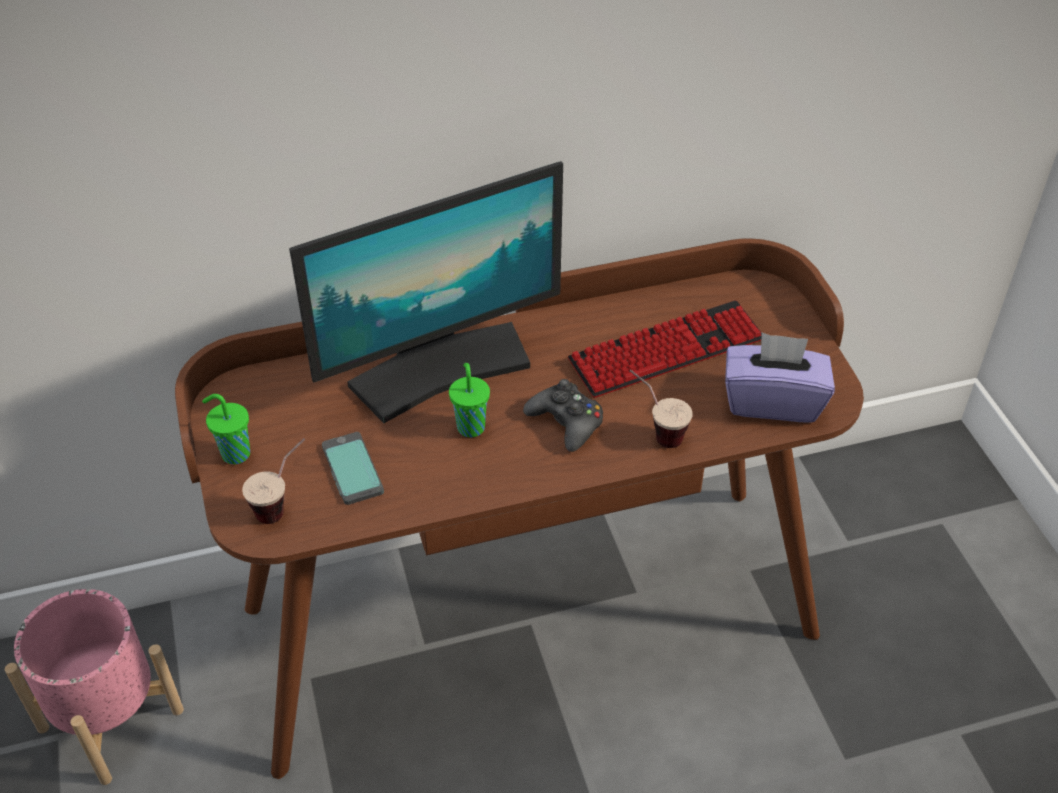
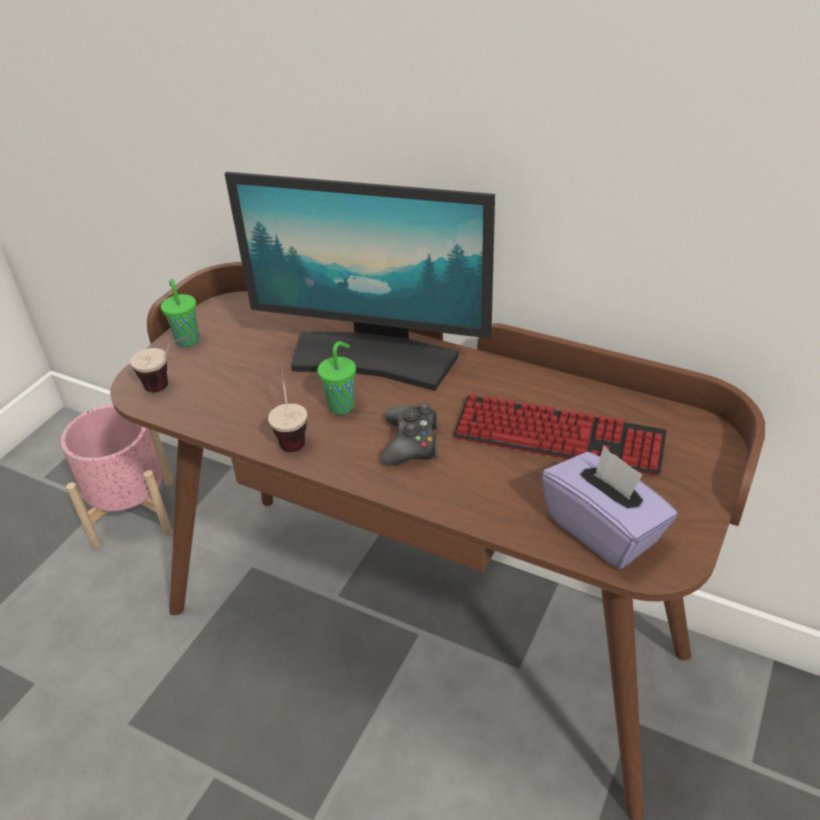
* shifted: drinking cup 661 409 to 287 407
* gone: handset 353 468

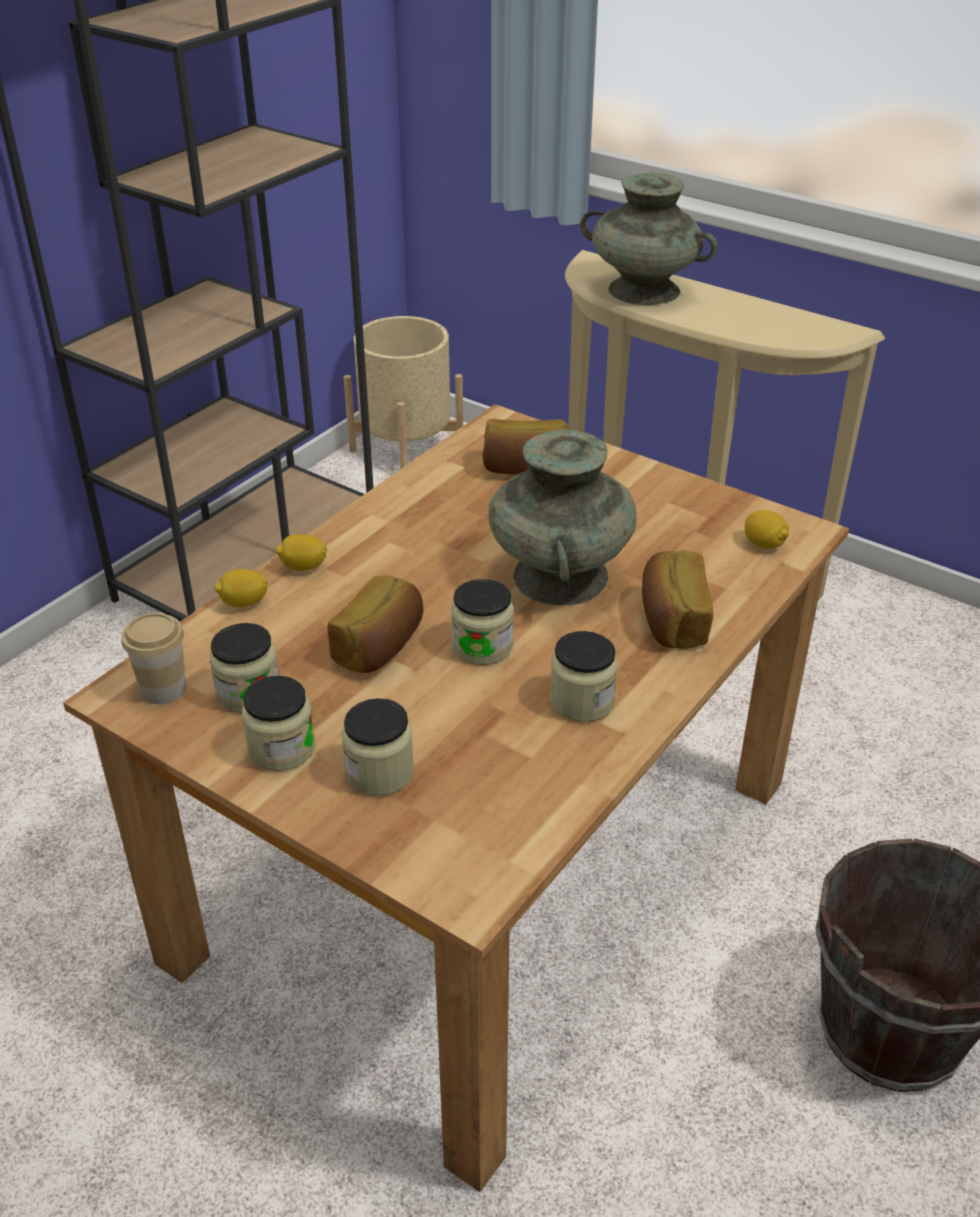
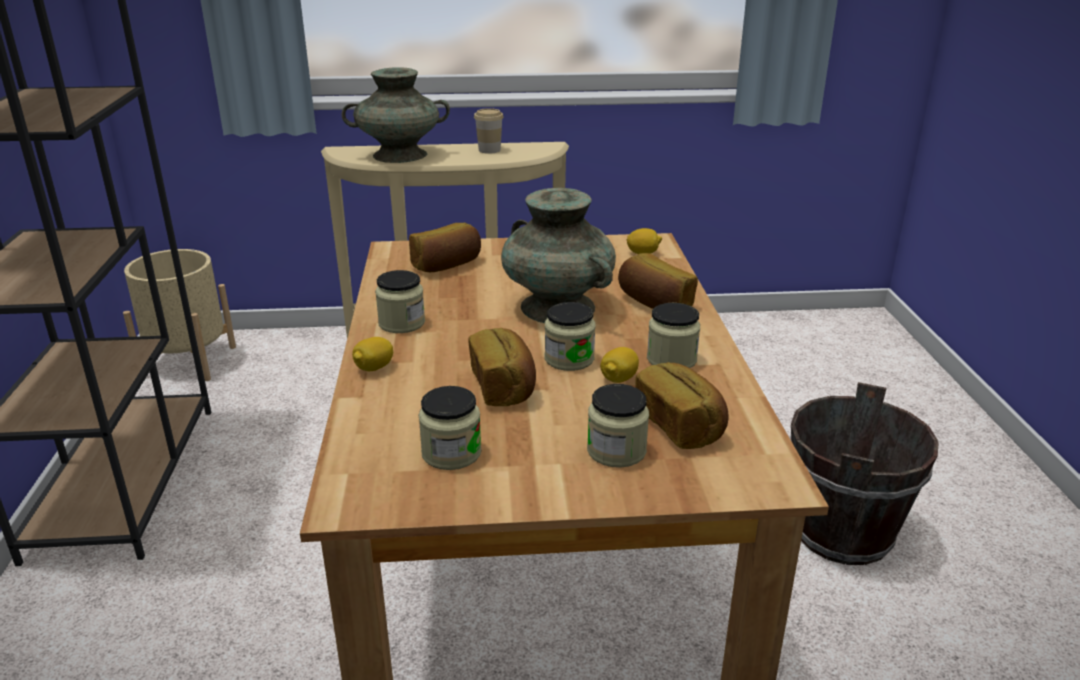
* shifted: preserve jar 278 723 to 400 301
* shifted: drinking cup 153 658 to 489 131
* shifted: whole lemon 241 588 to 619 365
* new: baked bread 682 405

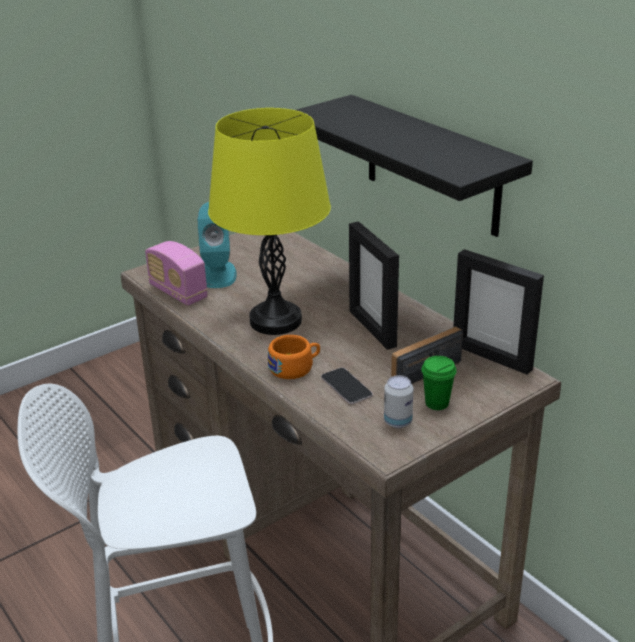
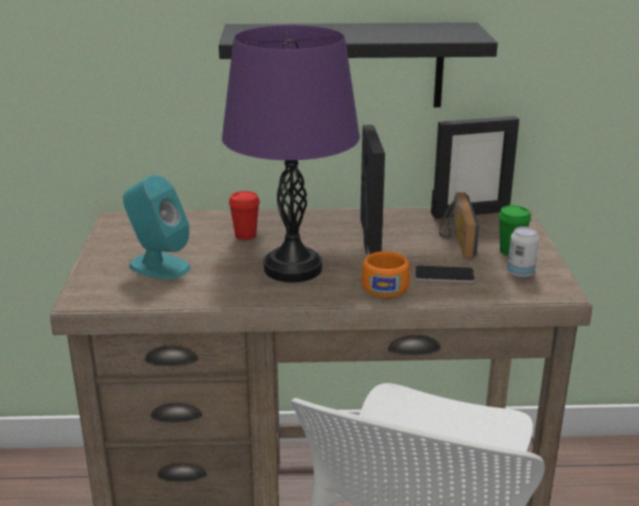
* repainted: tabletop lamp (yellow-coloured) 269 221 to tabletop lamp (purple-coloured) 291 153
* new: drinking cup (reddish) 244 215
* rotated: picture frame 374 285 = 372 189 105 degrees counterclockwise
* gone: radio set 176 273

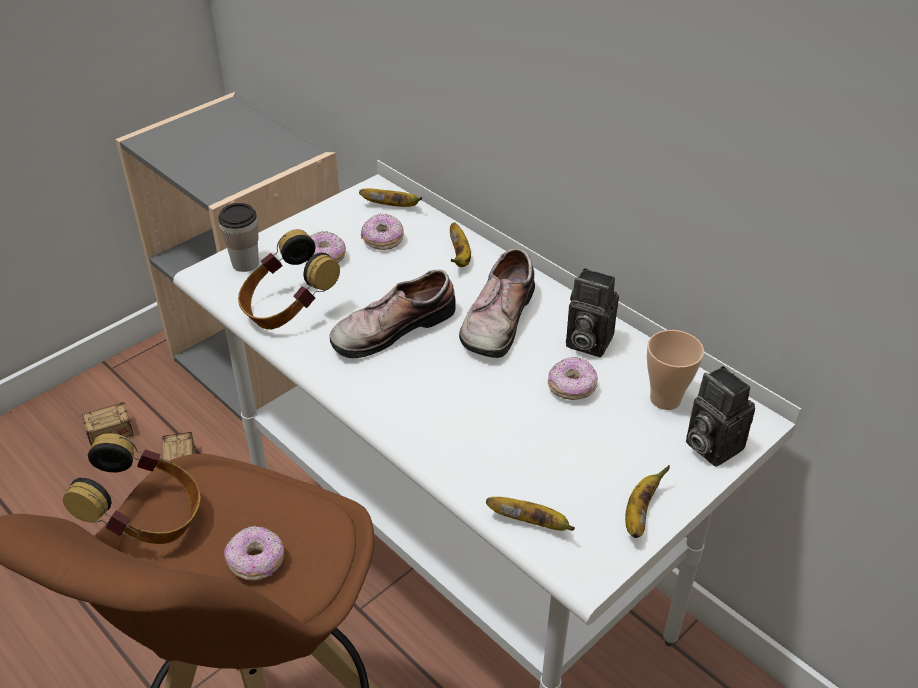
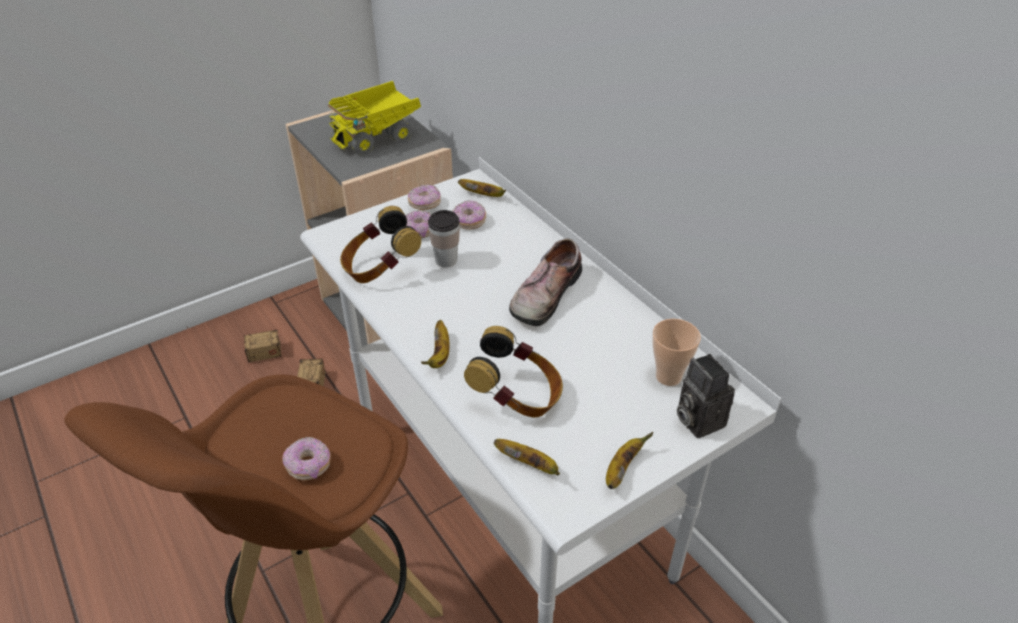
* new: toy truck 374 118
* shifted: doughnut 573 378 to 424 197
* shifted: whole banana 460 244 to 435 344
* shifted: drinking cup 238 237 to 444 238
* shifted: headphones 132 488 to 513 371
* gone: shoe 393 313
* gone: still camera 592 312

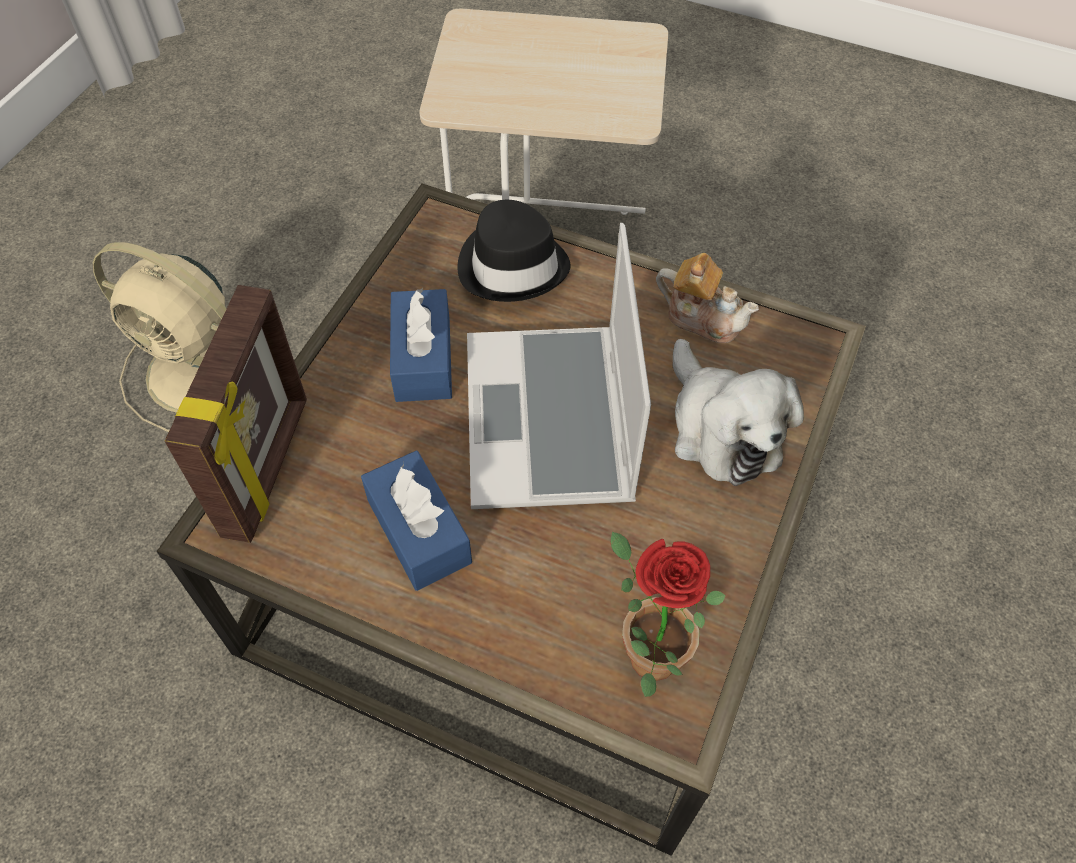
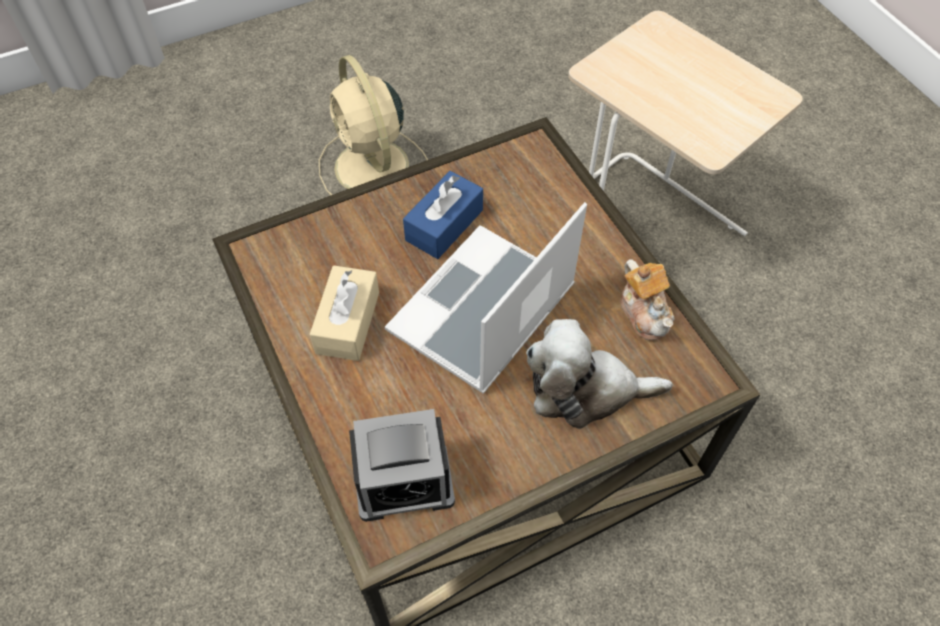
* repainted: tissue holder (blue) 416 520 to tissue holder (beige) 344 313
* swapped: houseplant 668 614 to alarm clock 402 465
* rotated: cuddly toy 738 412 = 599 374 75 degrees clockwise
* gone: picture frame 236 414
* gone: wearable hat (black) 514 251

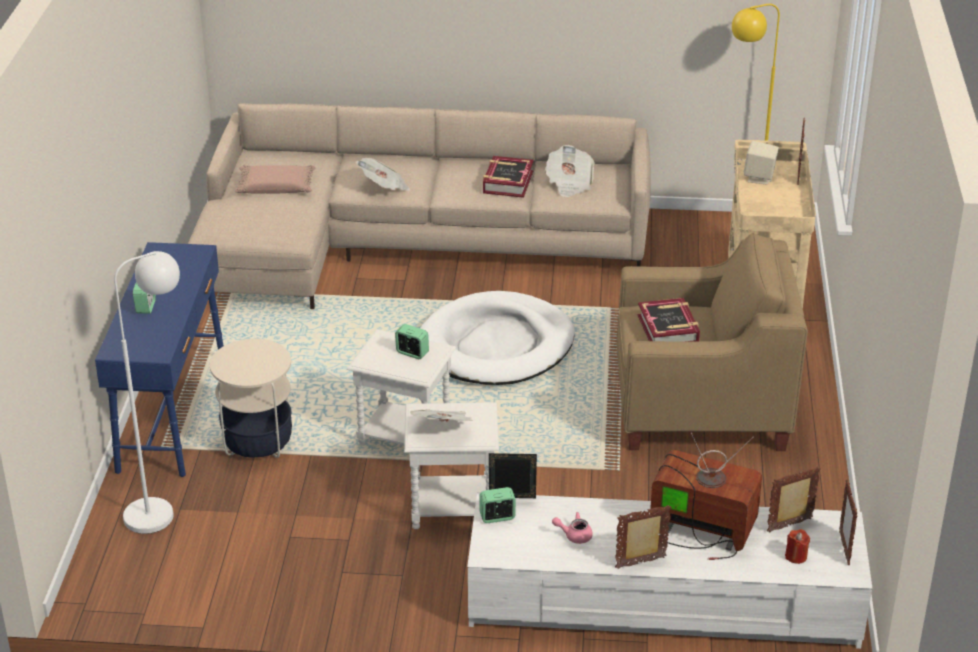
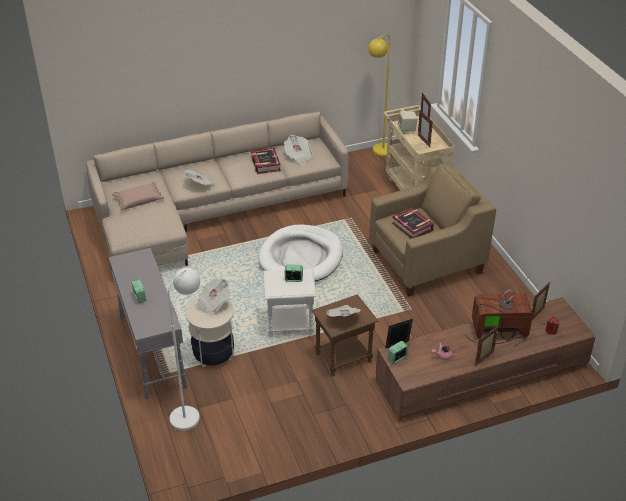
* repainted: console table (blue) 159 359 to console table (grey) 148 323
* new: daily paper 212 296
* repainted: accent table (whitish) 451 465 to accent table (brownish) 345 335
* repainted: media console (whitish) 670 570 to media console (brownish) 486 359
* shifted: picture frame 848 522 to 425 128

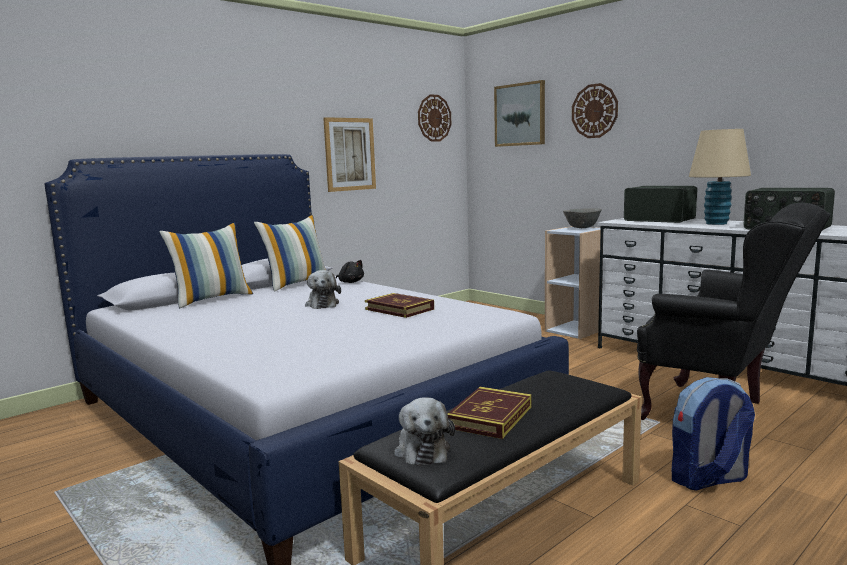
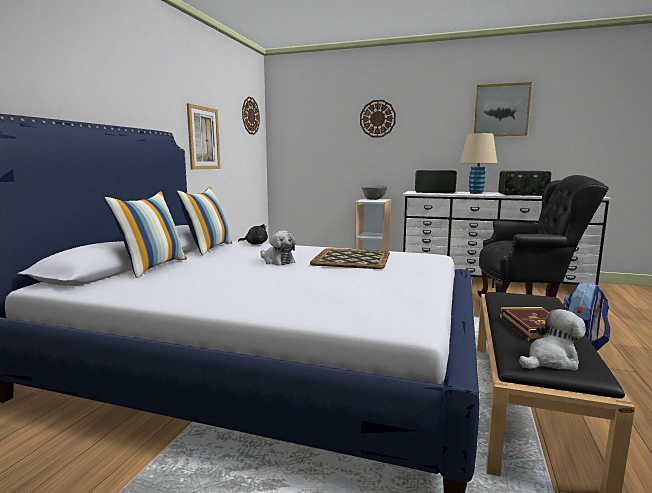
* swapped: book 399 305 to serving tray 350 258
* shifted: picture 519 113 to 503 109
* rotated: cuddly toy 424 431 = 552 340 75 degrees counterclockwise

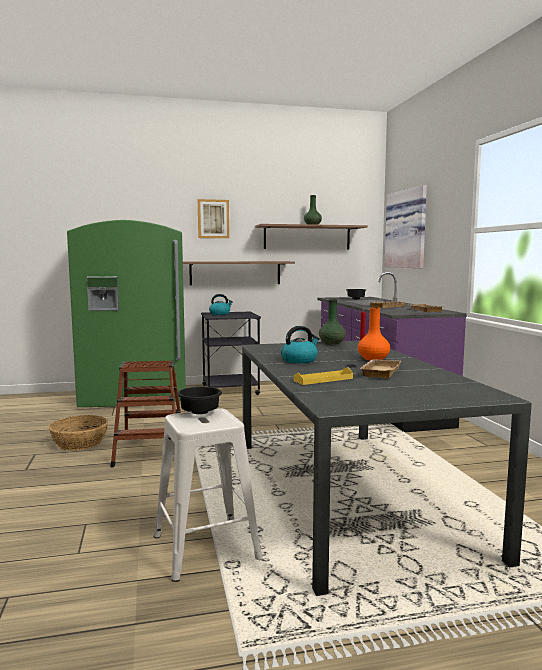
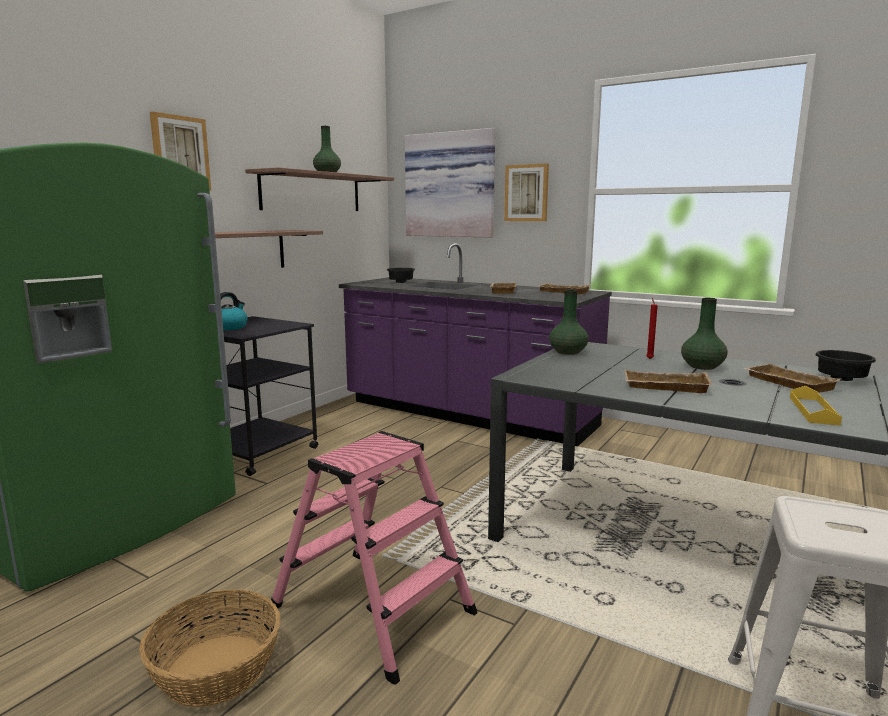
* repainted: step stool (brownish) 145 414 to step stool (pink) 374 558
* new: picture 526 192
* swapped: water kettle 300 344 to serving tray (beige) 668 381
* repainted: decorative vase (orange) 374 334 to decorative vase (green-coloured) 704 334
* shifted: serving bowl (black) 199 400 to 845 365

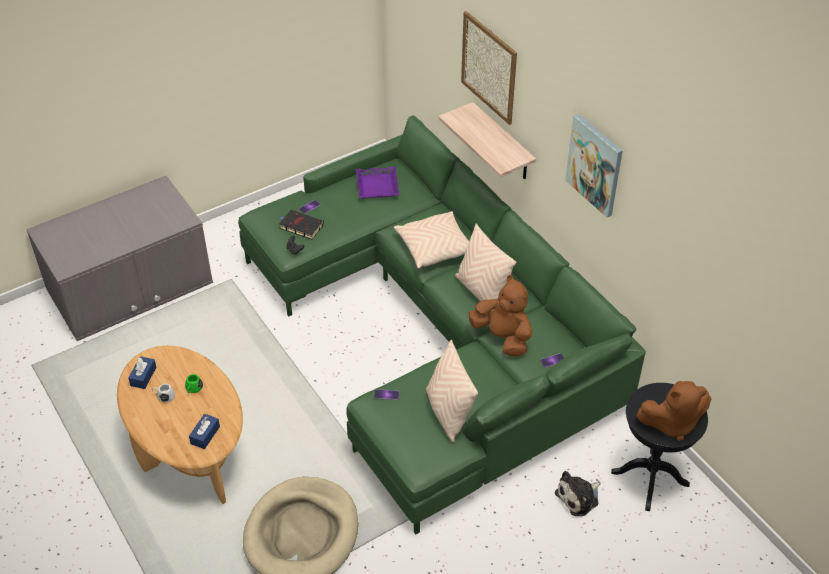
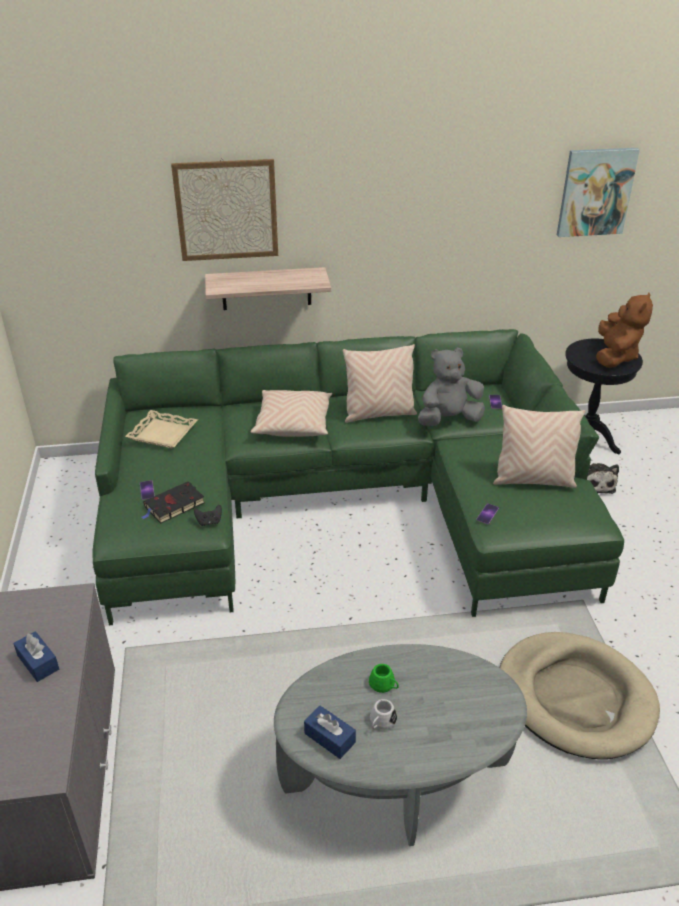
* shifted: tissue holder (blue) 204 431 to 36 656
* repainted: serving tray (purple-coloured) 378 182 to serving tray (beige) 161 429
* repainted: lounge table (brownish) 180 425 to lounge table (grey) 400 745
* repainted: cuddly toy (brownish) 500 315 to cuddly toy (grey) 451 387
* shifted: picture 594 166 to 598 192

